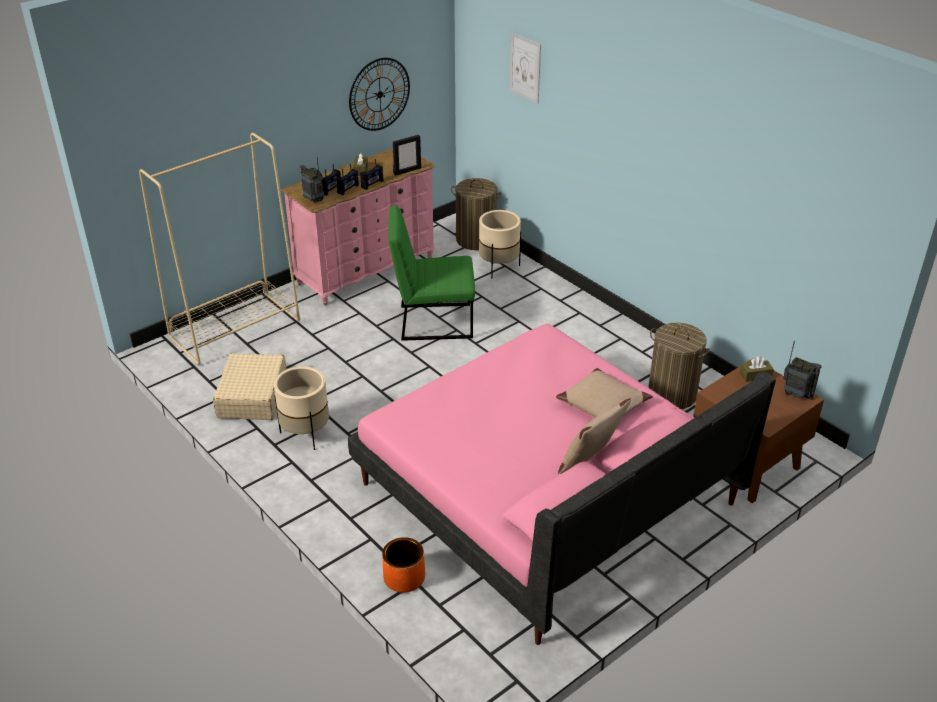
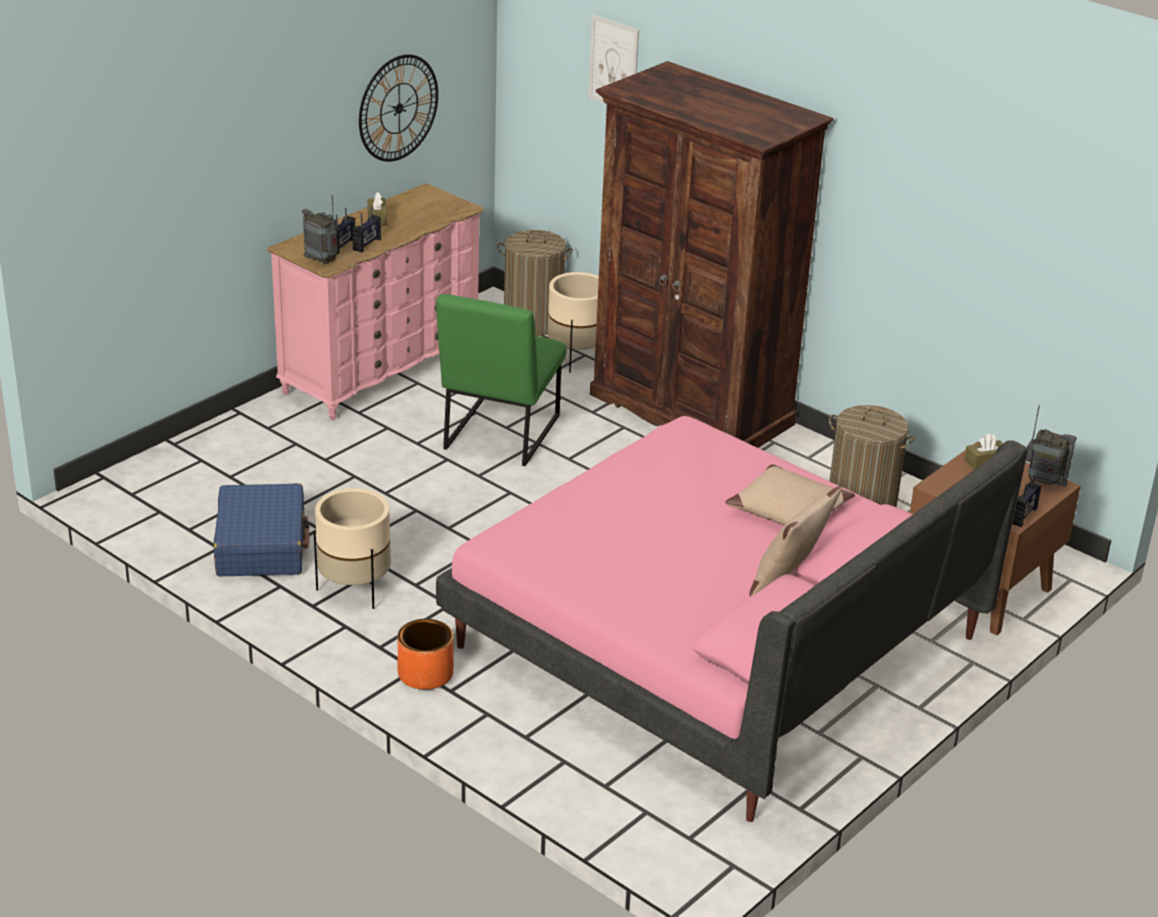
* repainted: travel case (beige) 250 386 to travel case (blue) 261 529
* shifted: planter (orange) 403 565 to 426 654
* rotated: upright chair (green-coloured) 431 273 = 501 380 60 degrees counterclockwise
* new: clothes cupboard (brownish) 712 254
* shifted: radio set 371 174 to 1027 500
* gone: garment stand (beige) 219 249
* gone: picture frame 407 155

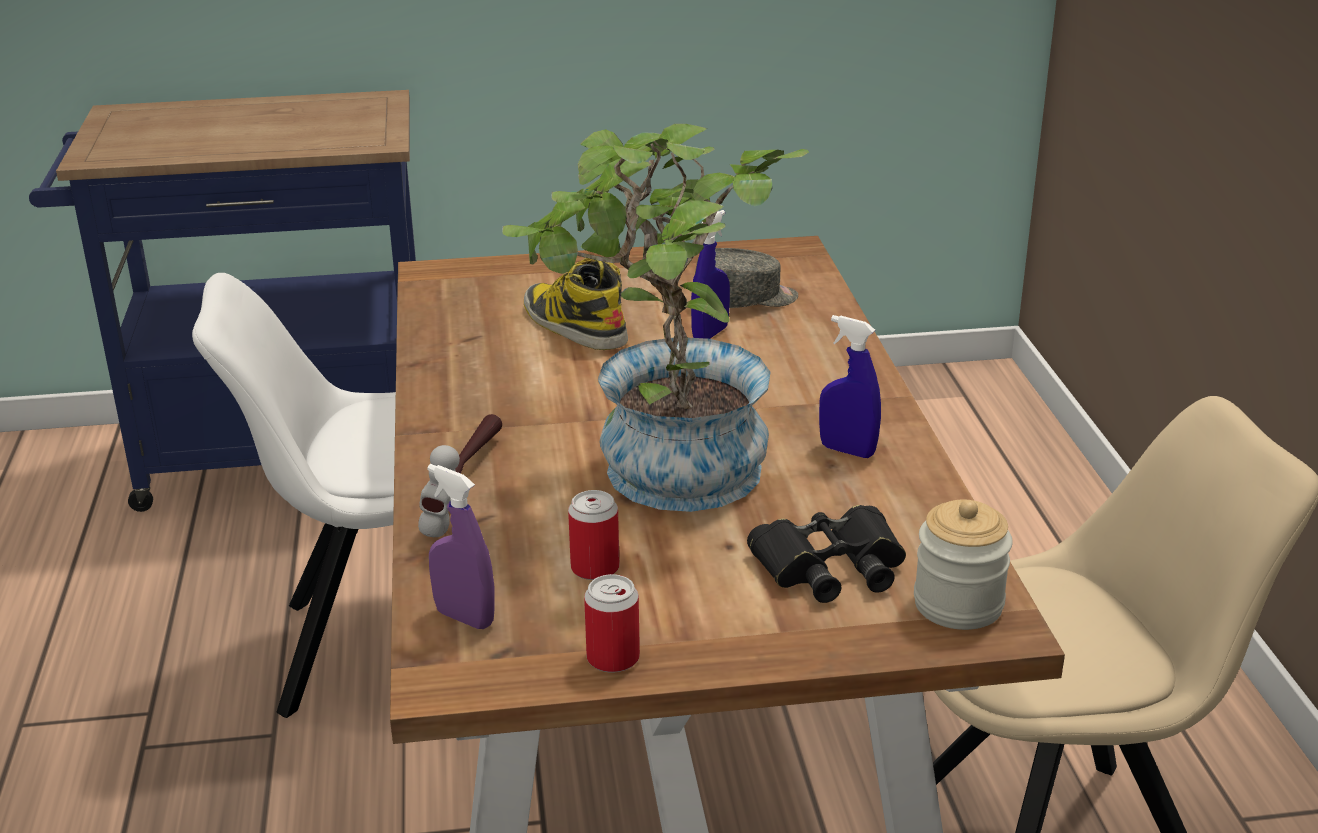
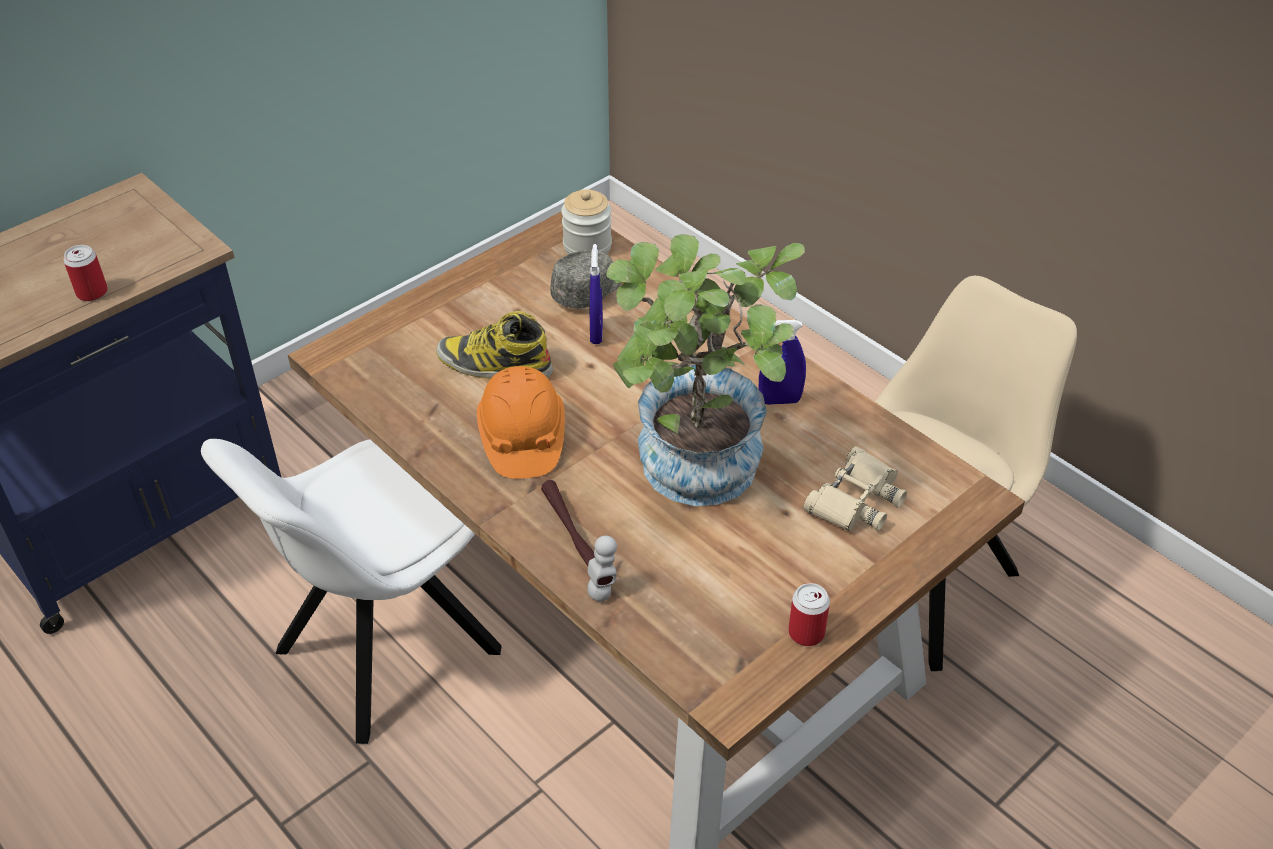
* shifted: can 593 535 to 86 273
* new: work helmet (orange) 521 422
* shifted: preserve jar 963 565 to 586 221
* repainted: binoculars (black) 826 554 to binoculars (beige) 855 488
* gone: hand sprayer (purple-coloured) 461 546

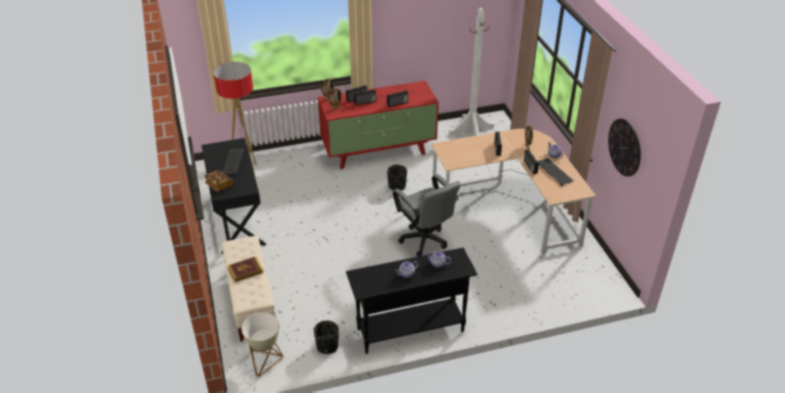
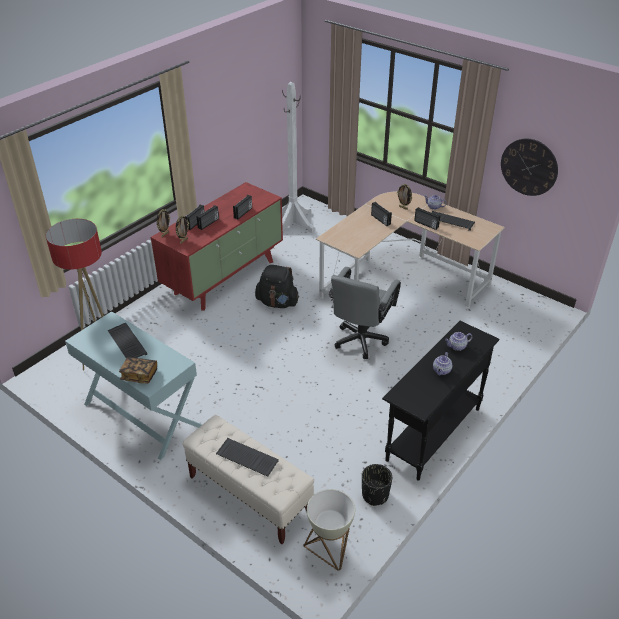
* repainted: desk unit (black) 233 196 to desk unit (turquoise) 133 385
* swapped: book 245 269 to PC keyboard 247 457
* swapped: planter (black) 397 178 to rucksack (black) 277 286
* rotated: computer chair (grey) 427 215 = 365 313 90 degrees clockwise

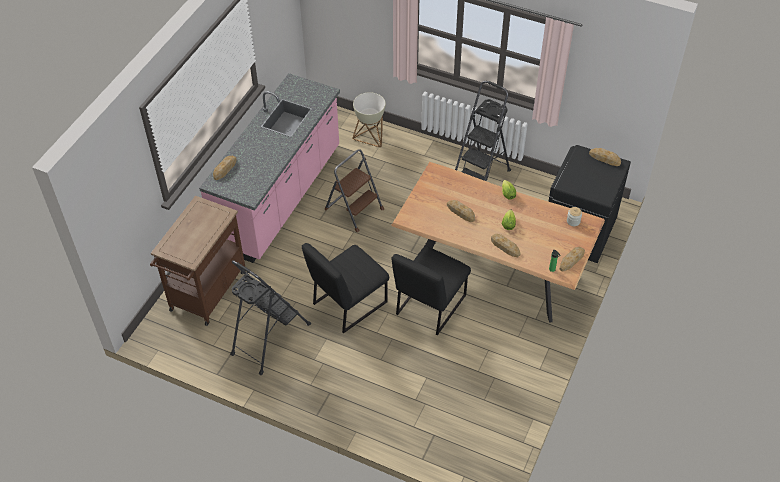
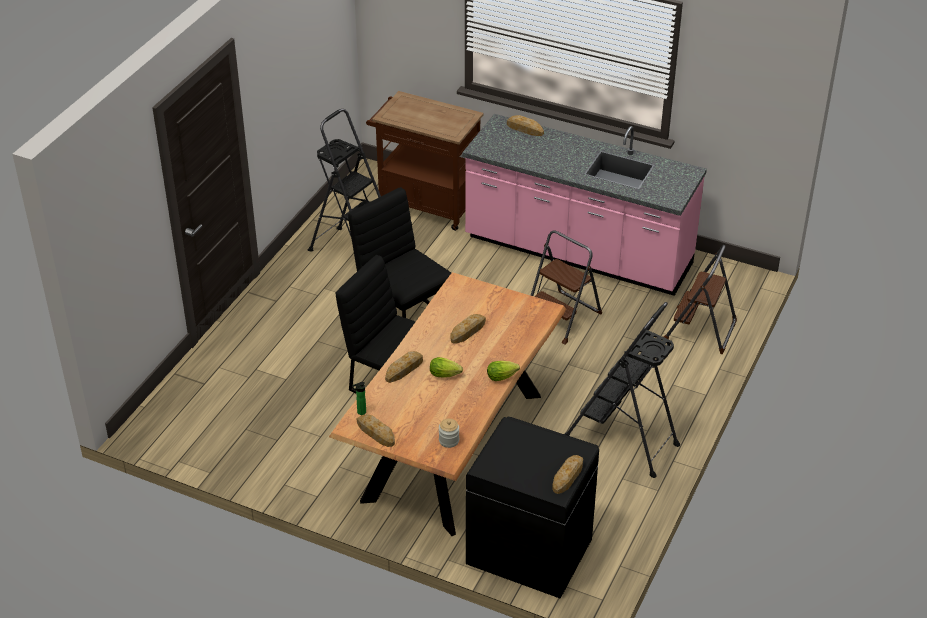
* swapped: planter 369 119 to step stool (brownish) 700 299

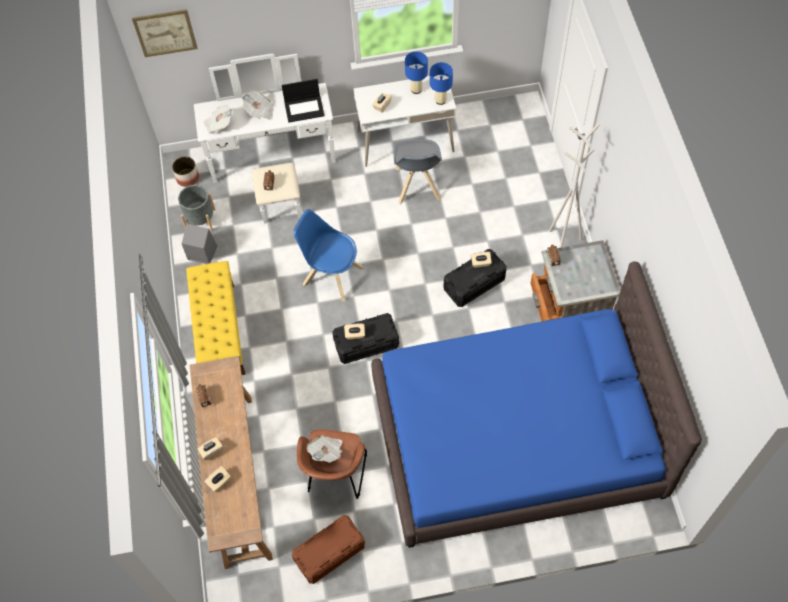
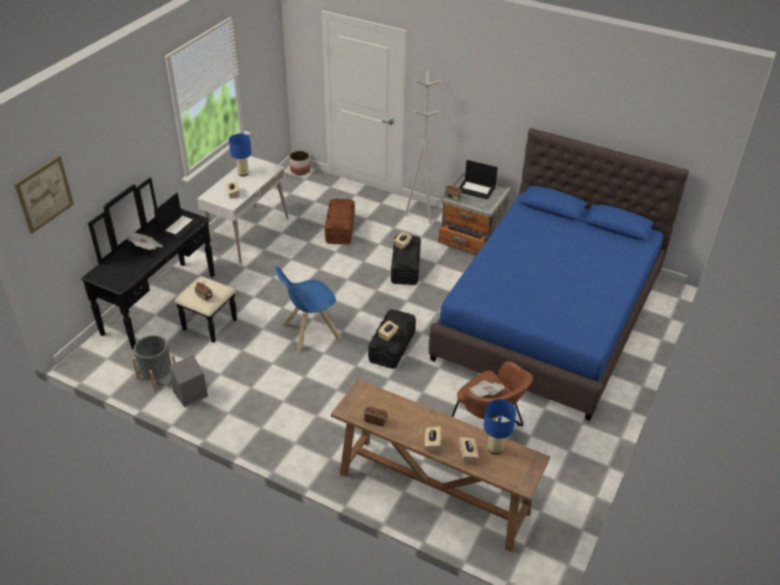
* repainted: dresser (whitish) 264 139 to dresser (black) 159 263
* shifted: planter 185 171 to 300 163
* shifted: storage bin (brownish) 328 549 to 340 221
* new: laptop 478 180
* shifted: tabletop lamp (blue) 441 83 to 500 427
* gone: bench (yellow-coloured) 215 318
* gone: daily paper 218 119
* gone: upright chair (grey) 418 172

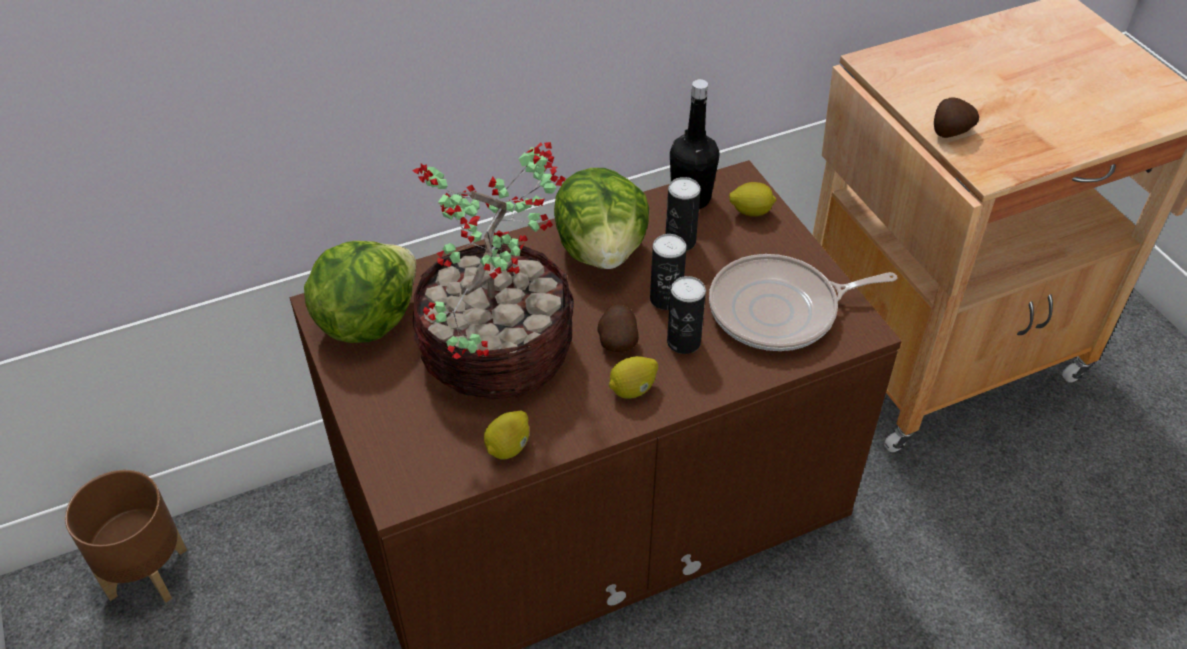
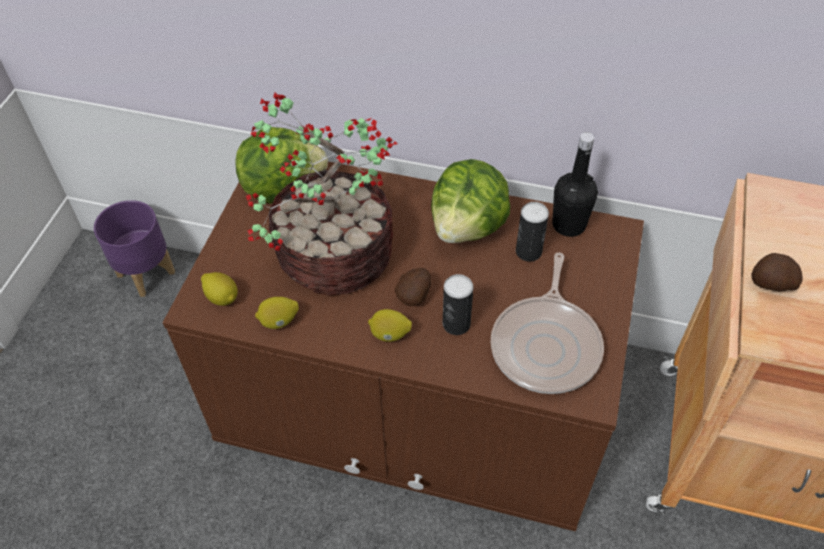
* repainted: planter (brownish) 126 536 to planter (purple-coloured) 134 248
* shifted: whole lemon 752 199 to 219 289
* rotated: skillet 803 302 = 547 323 105 degrees counterclockwise
* gone: can 668 272

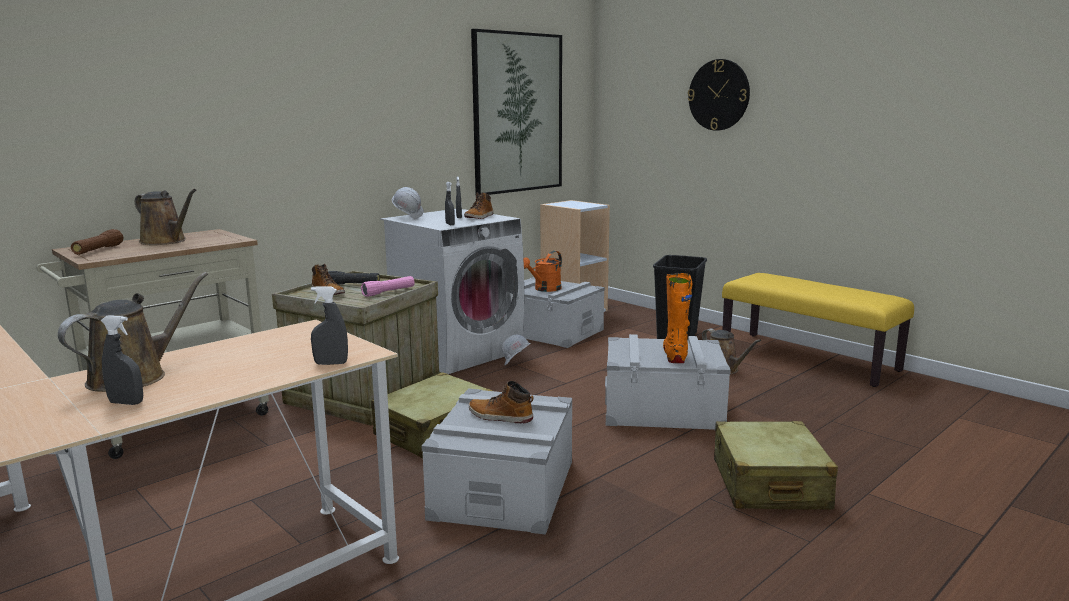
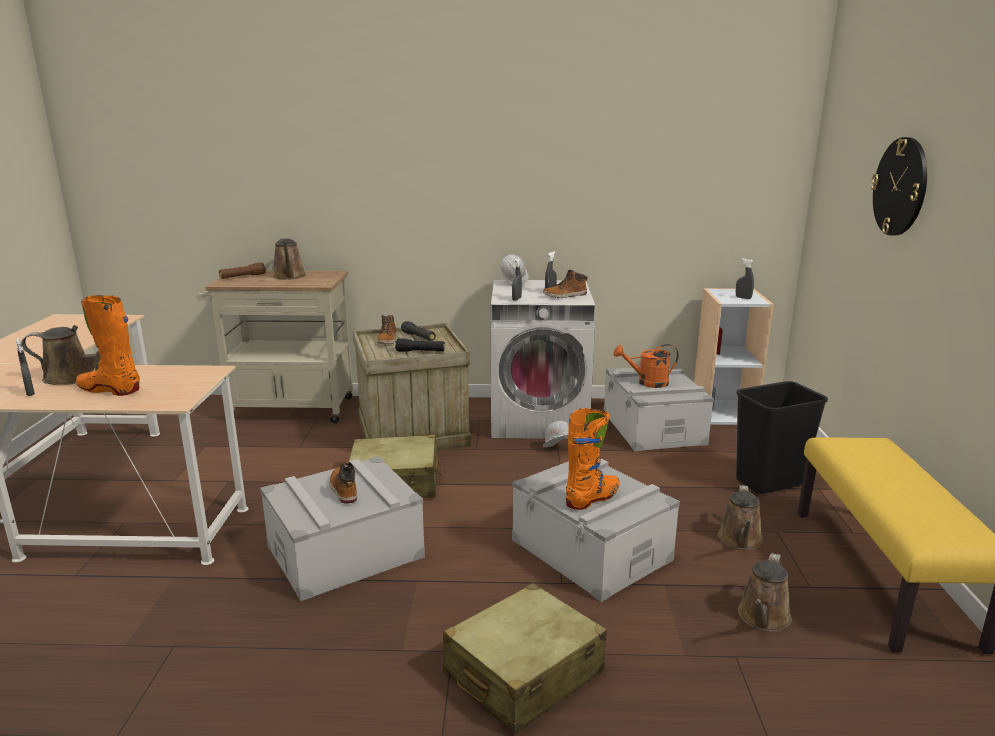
* new: boot (orange) 108 345
* repainted: flashlight (pink) 388 286 to flashlight (black) 420 345
* shifted: hand sprayer (grey) 329 325 to 745 278
* new: watering pot (brownish) 765 592
* gone: picture 516 112

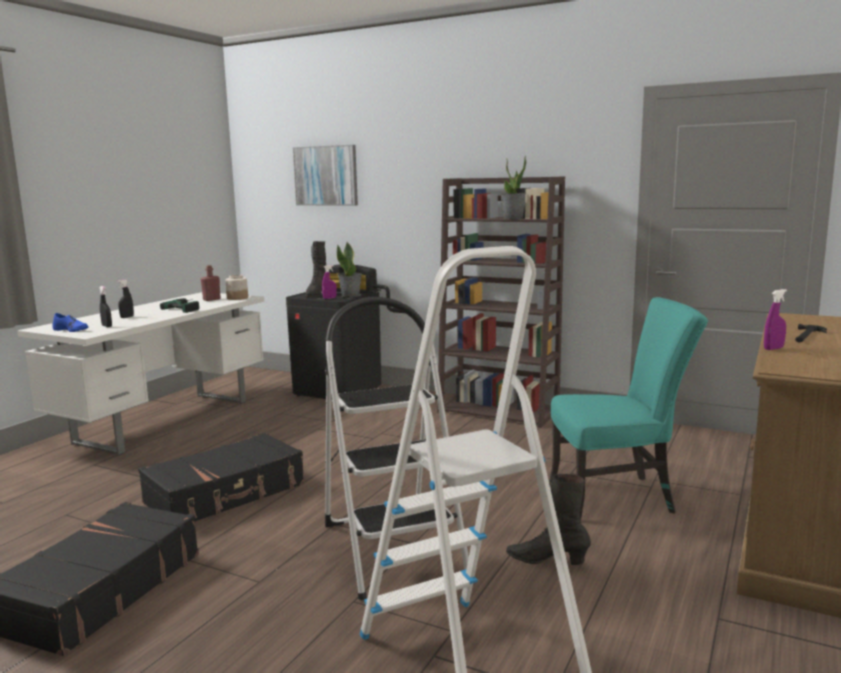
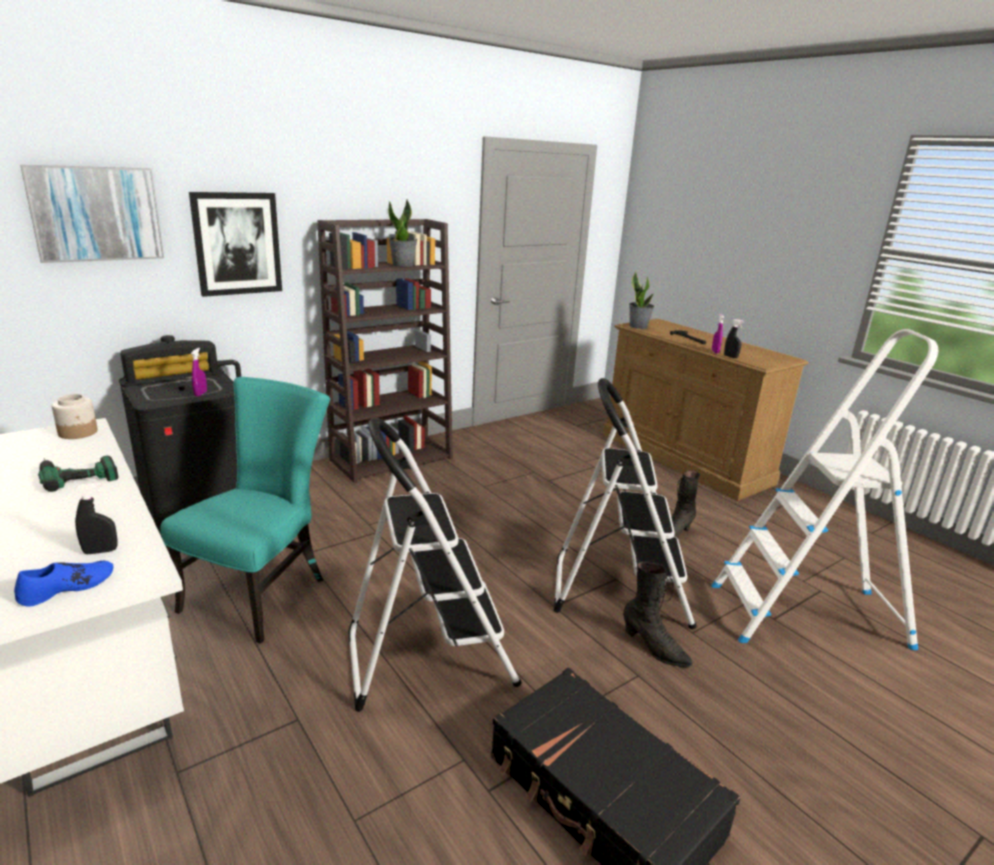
* shifted: upright chair (turquoise) 629 408 to 245 510
* new: picture 235 244
* swapped: travel case (black) 221 477 to step stool 435 565
* shifted: boot (black) 315 269 to 657 614
* shifted: houseplant 349 269 to 641 300
* shifted: hand sprayer (black) 125 298 to 734 338
* gone: bottle (reddish) 211 283

